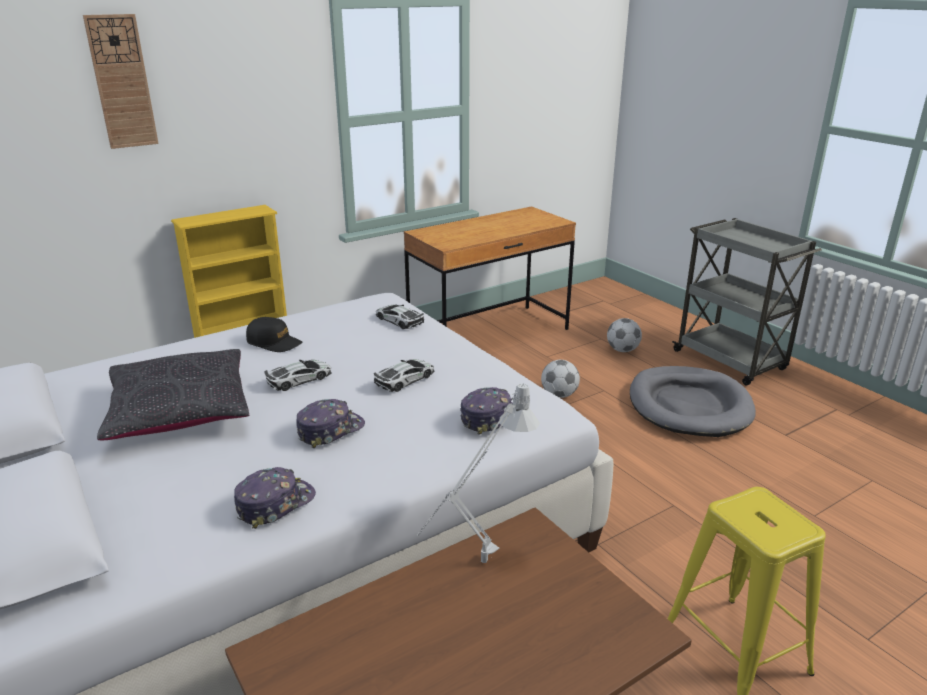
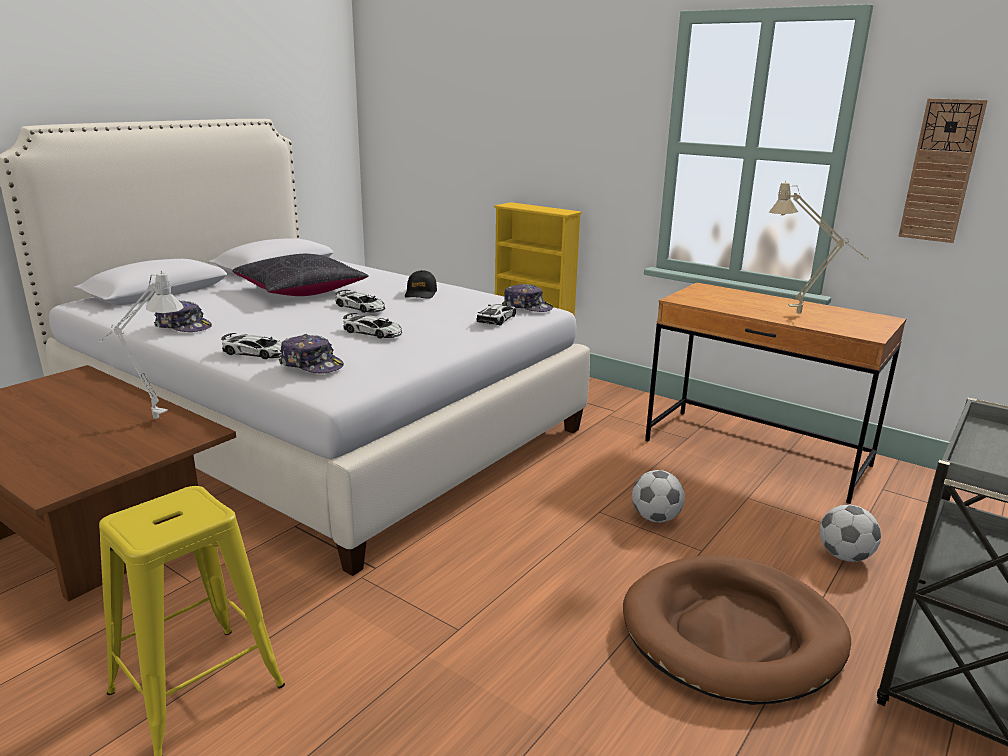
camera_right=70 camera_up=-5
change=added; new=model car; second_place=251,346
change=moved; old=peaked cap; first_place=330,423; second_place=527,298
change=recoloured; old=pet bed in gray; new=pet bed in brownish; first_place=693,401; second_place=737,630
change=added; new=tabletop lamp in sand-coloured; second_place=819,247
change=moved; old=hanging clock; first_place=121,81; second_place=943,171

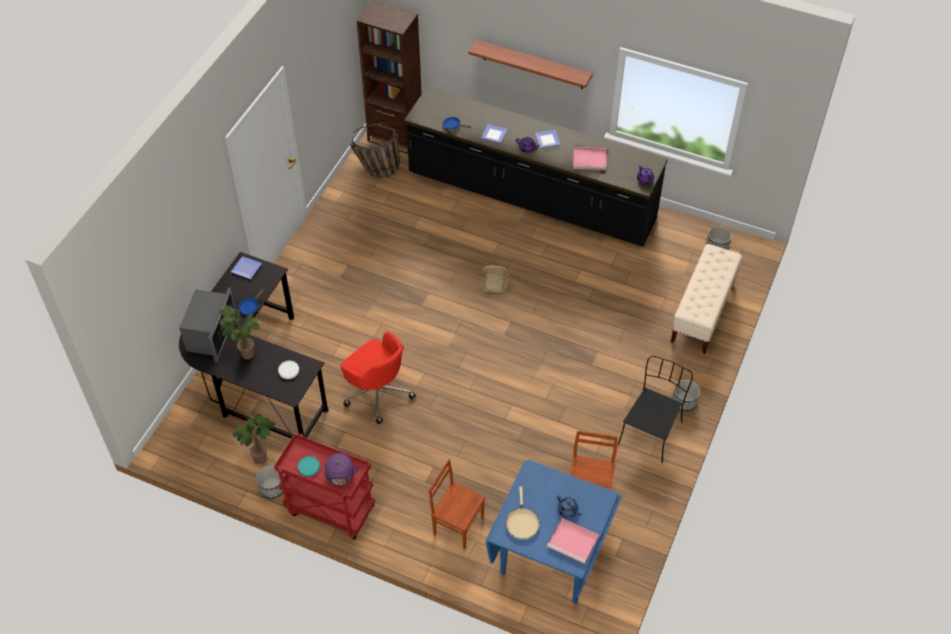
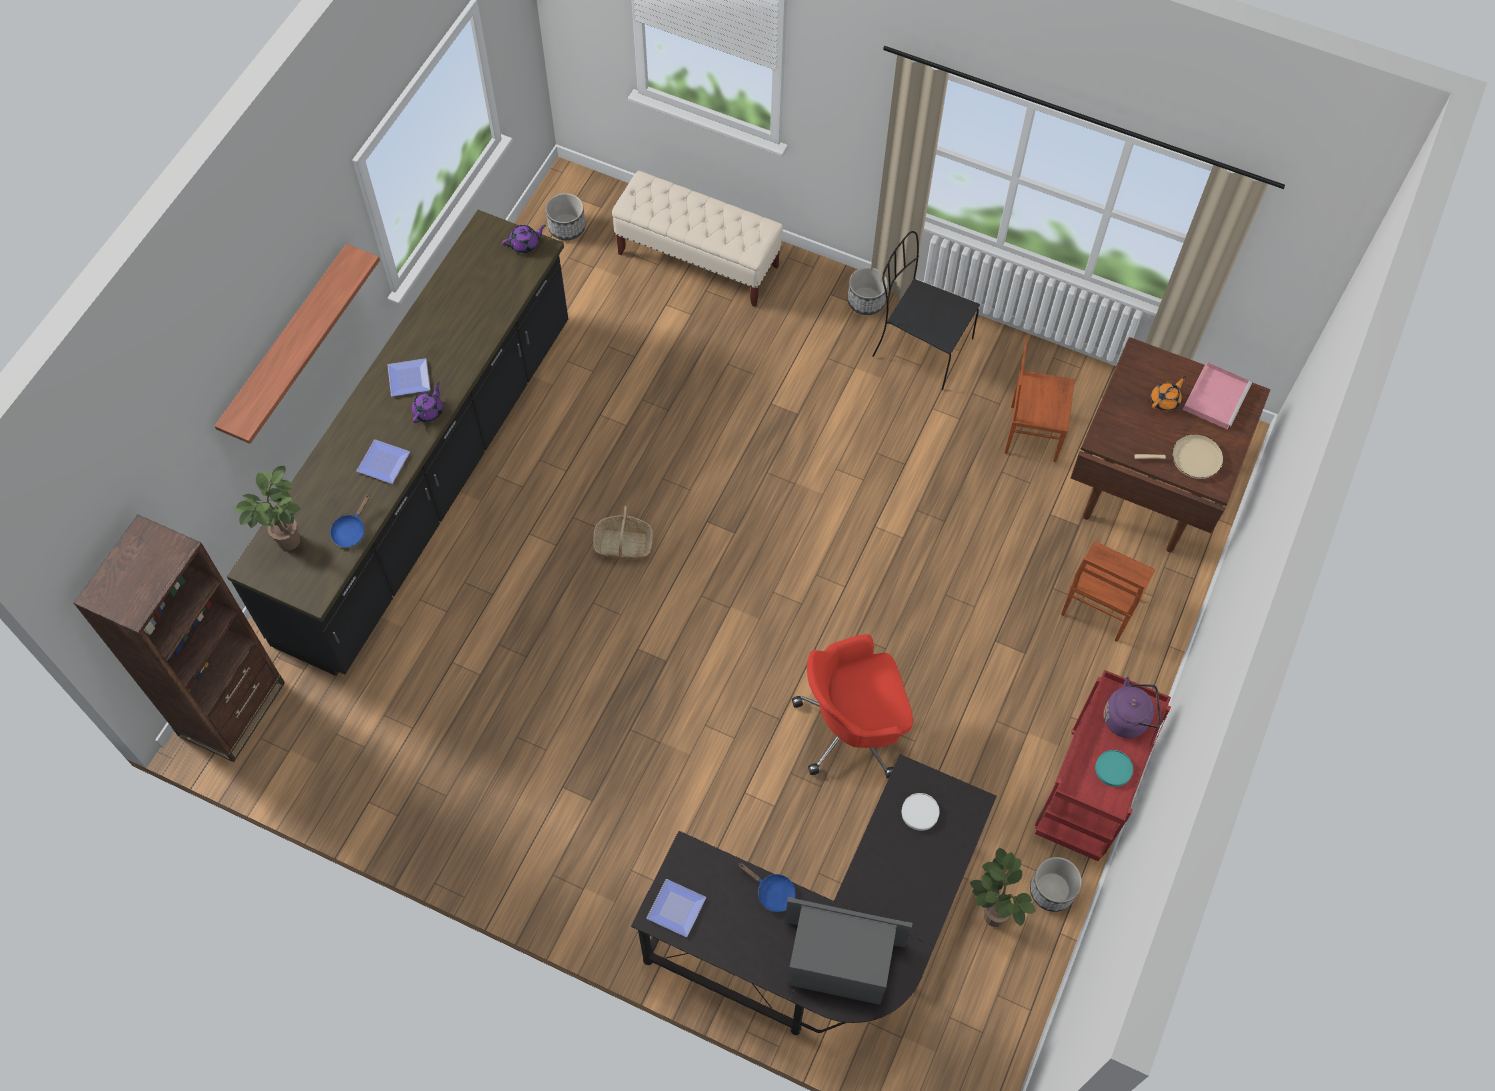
camera_right=-90 camera_up=10
change=moved; old=houseplant; first_place=239,332; second_place=267,508
change=turned; old=desk chair in reddish; first_place=378,377; second_place=852,706; degrees=-150
change=recoloured; old=kitchen table in blue-coloured; new=kitchen table in brownish; first_place=553,531; second_place=1170,445
change=recoloured; old=teapot in blue-coloured; new=teapot in orange-coloured; first_place=569,506; second_place=1168,393
change=removed; old=storage basket; first_place=374,150
change=removed; old=serving tray in pink-coloured; first_place=590,159

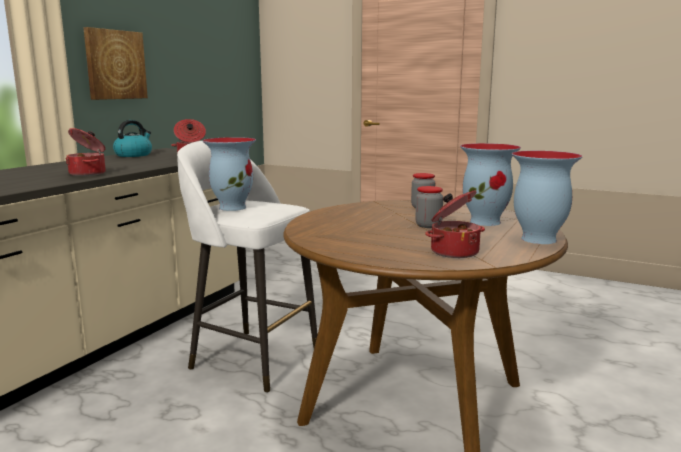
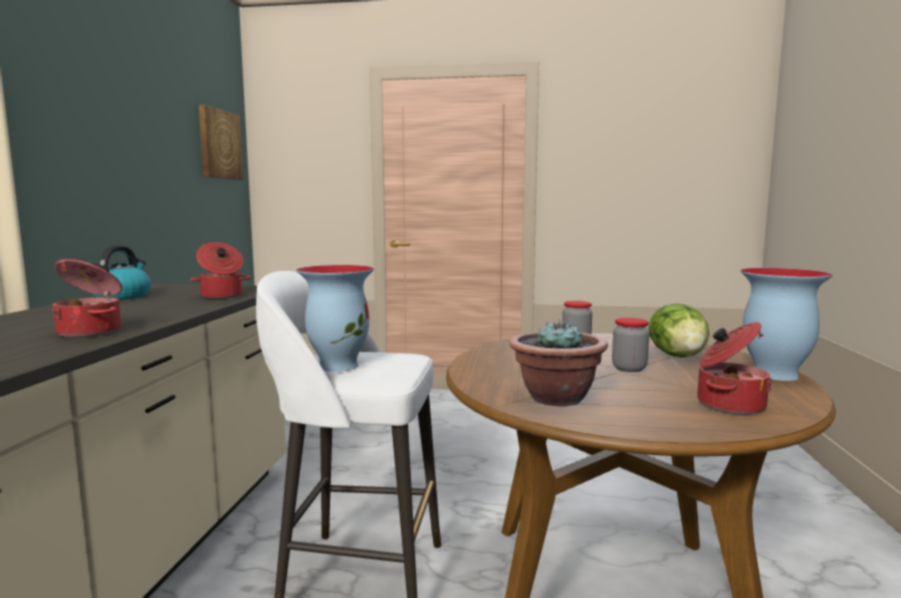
camera_right=-20 camera_up=-5
change=moved; old=wall picture; first_place=115,63; second_place=221,142
change=added; new=houseplant; second_place=558,362
change=replaced; old=vase; new=lettuce head; first_place=490,184; second_place=679,330

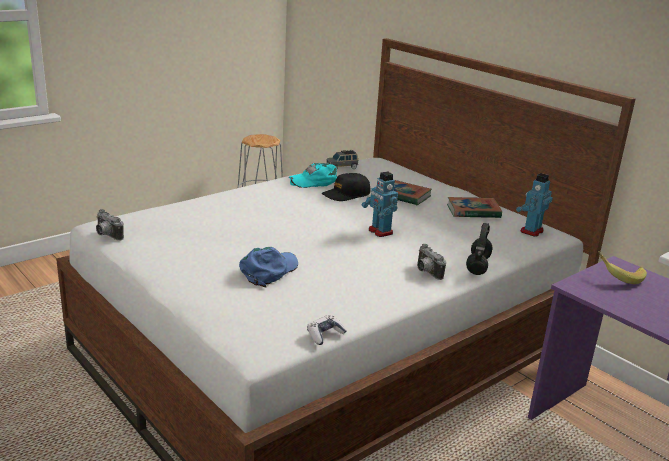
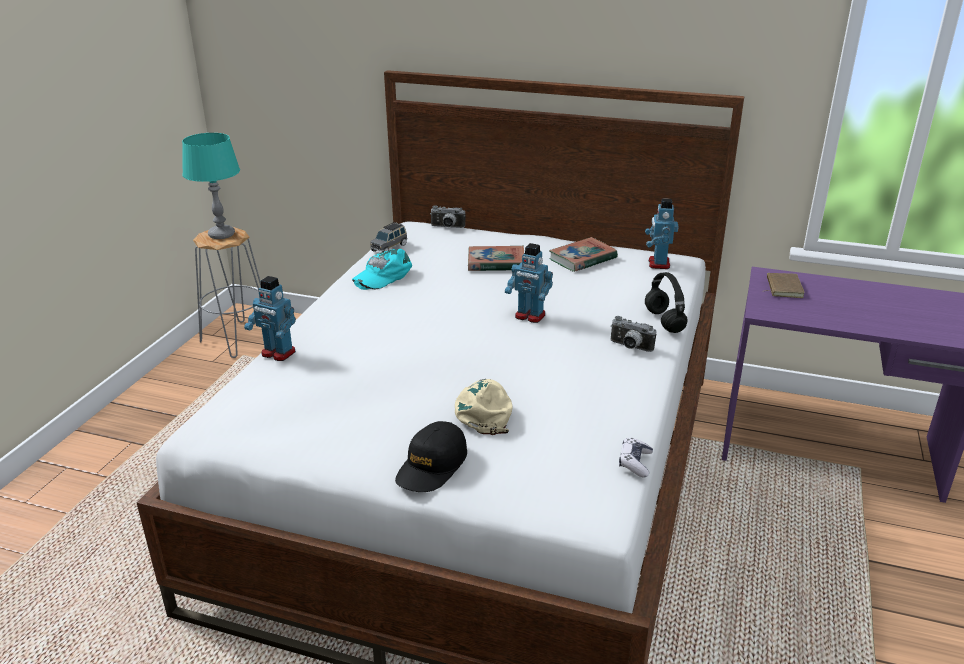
camera_right=-30 camera_up=5
change=added; new=tabletop lamp in turquoise; second_place=211,186
change=added; new=toy robot; second_place=270,318
change=moved; old=peaked cap in blackish; first_place=346,187; second_place=431,456
change=moved; old=photo camera; first_place=110,225; second_place=448,216
change=recoloured; old=peaked cap in blue-coloured; new=peaked cap in sand-coloured; first_place=268,267; second_place=484,407
change=replaced; old=banana fruit; new=bound book in brownish; first_place=622,267; second_place=785,285

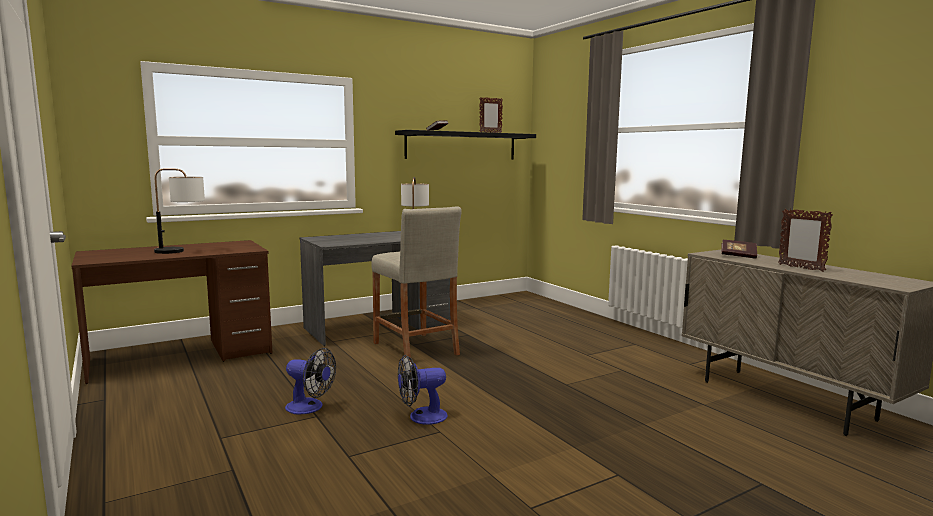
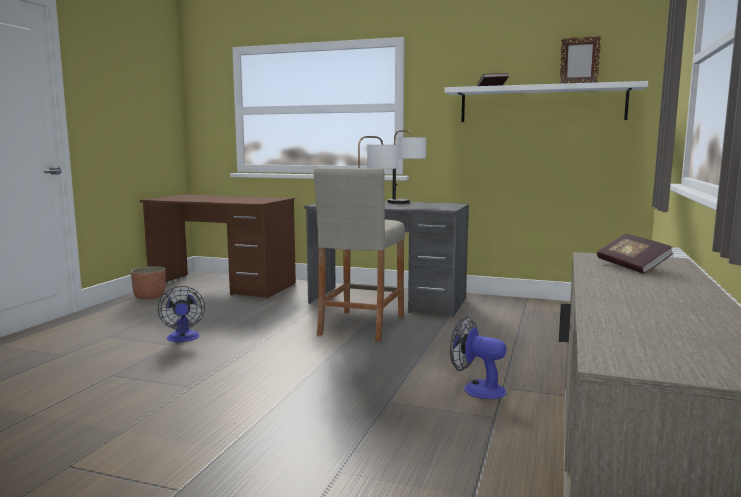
camera_right=50 camera_up=0
change=added; new=planter; second_place=148,283
change=moved; old=tabletop lamp; first_place=179,211; second_place=407,167
change=recoloured; old=shelf in blackish; new=shelf in white-coloured; first_place=465,145; second_place=546,101
change=moved; old=cooling fan; first_place=423,390; second_place=478,357
change=removed; old=photo frame; first_place=805,240

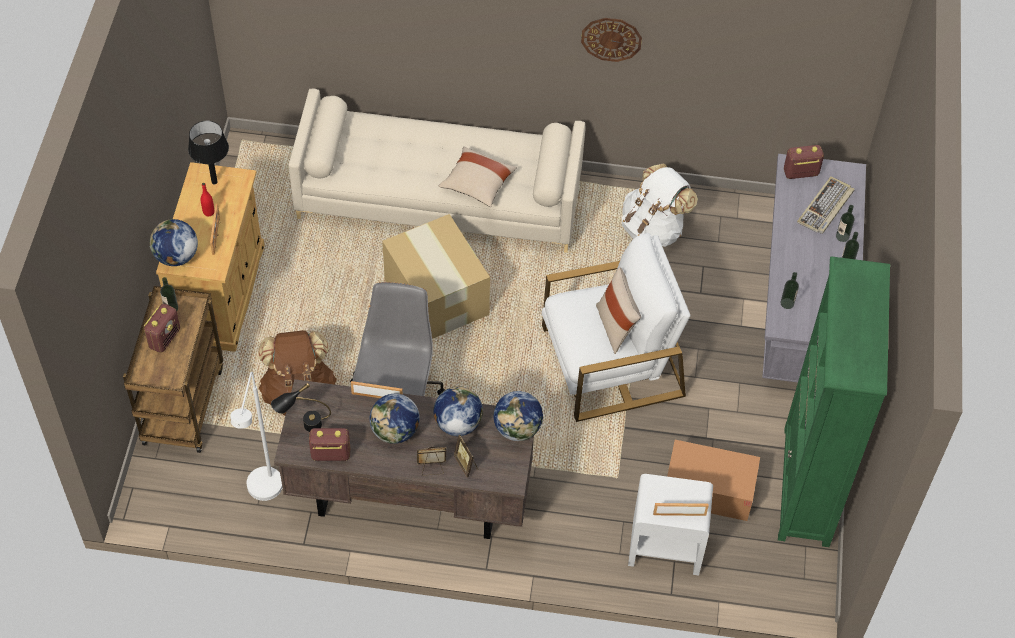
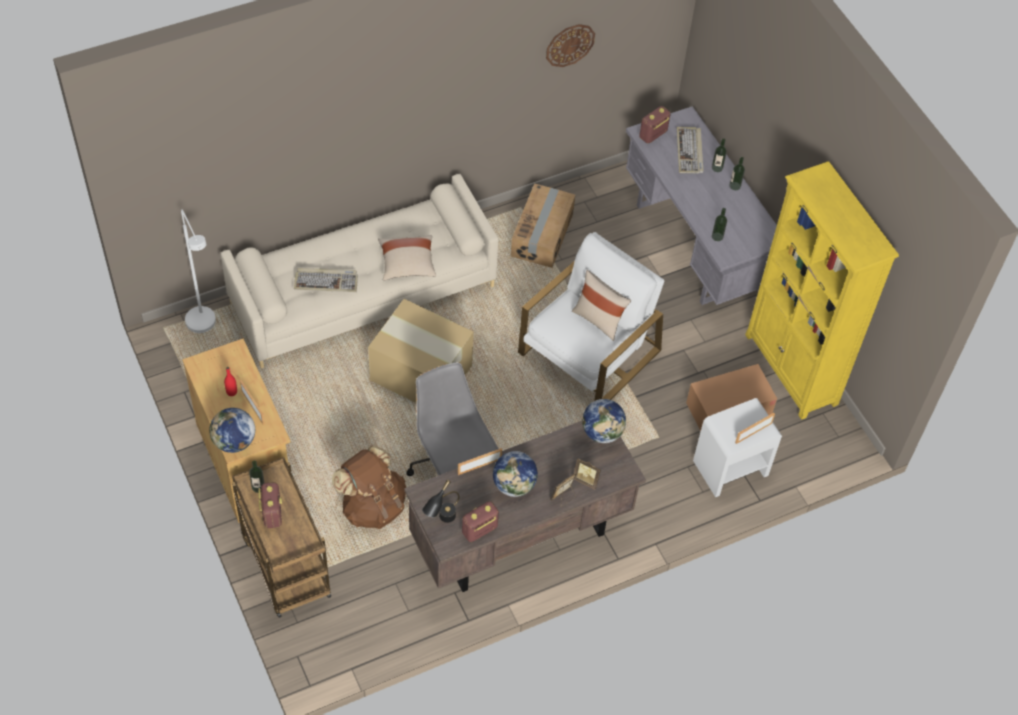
camera_right=-35 camera_up=0
change=moved; old=floor lamp in white-coloured; first_place=256,436; second_place=198,271
change=added; new=keyboard; second_place=326,280
change=replaced; old=backpack in white-coloured; new=carton; first_place=660,205; second_place=543,225
change=moved; old=hanging clock; first_place=611,40; second_place=570,45
change=recoloured; old=bookshelf in greenish; new=bookshelf in yellow; first_place=834,401; second_place=822,290
change=removed; old=tabletop lamp in blackish; first_place=208,152
change=removed; old=globe; first_place=458,411

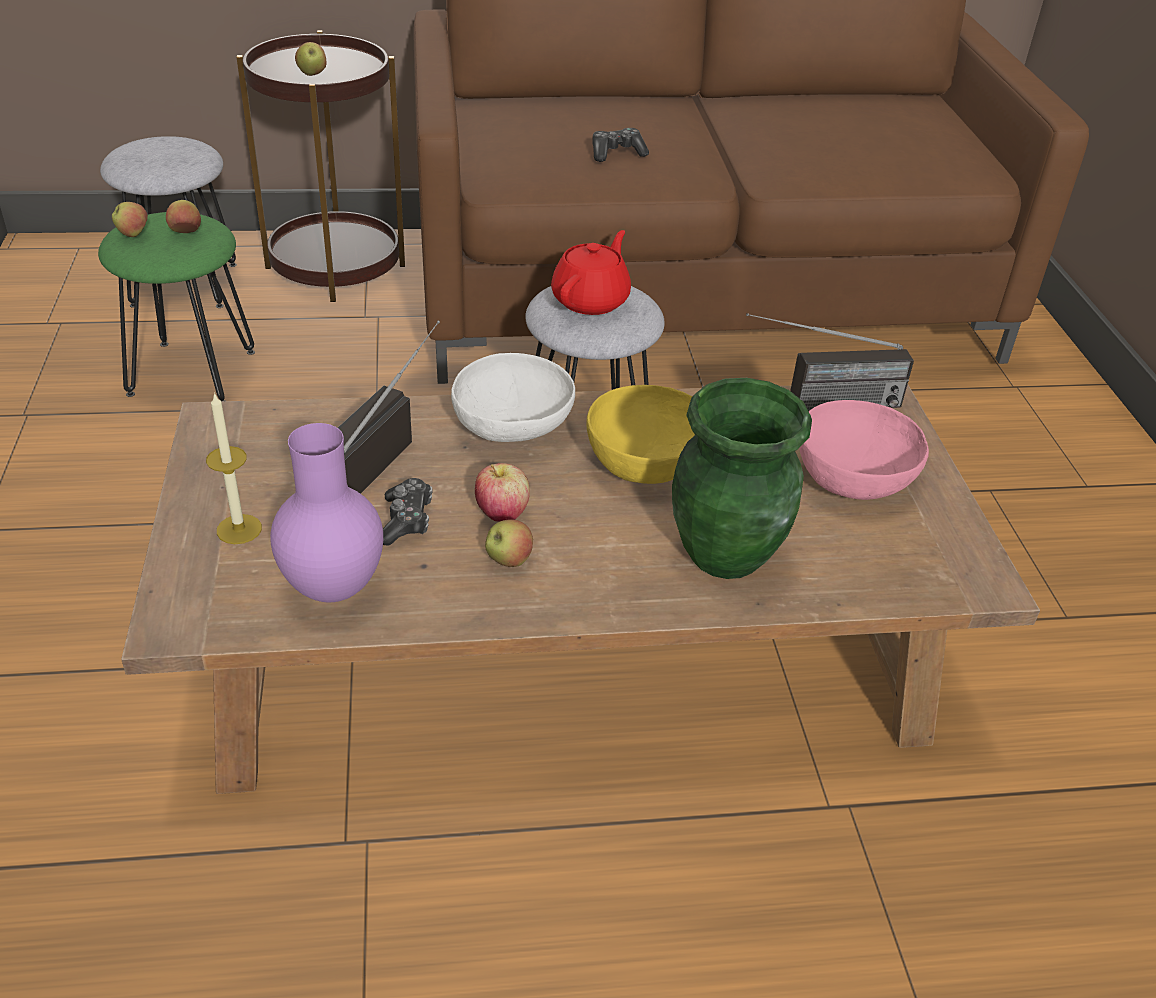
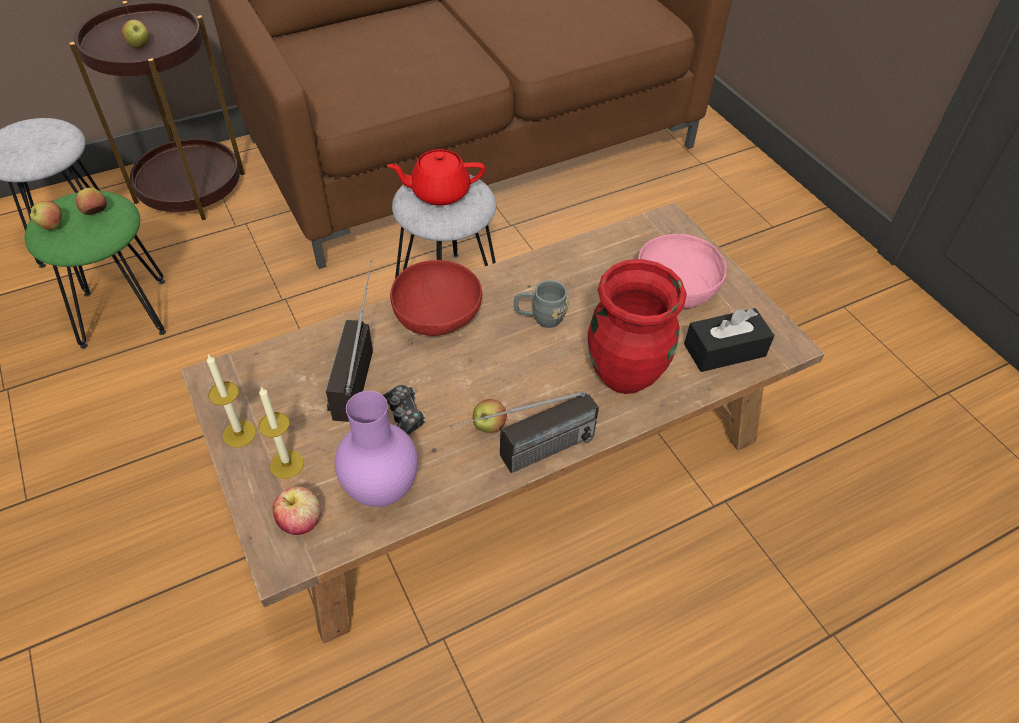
camera_right=-20 camera_up=10
change=added; new=candle; second_place=231,401
change=moved; old=apple fruit; first_place=502,492; second_place=297,510
change=turned; old=teapot in reddish; first_place=591,272; second_place=436,177; degrees=-105
change=recoloured; old=serving bowl in white-coloured; new=serving bowl in reddish; first_place=513,397; second_place=436,298
change=moved; old=radio set; first_place=830,362; second_place=524,432
change=replaced; old=serving bowl in yellow; new=tea mug in gray; first_place=640,434; second_place=541,304
change=recoloured; old=vase in greenish; new=vase in reddish; first_place=742,478; second_place=637,326
change=added; new=tissue holder in blackish; second_place=729,340
change=removed; old=joypad; first_place=620,145

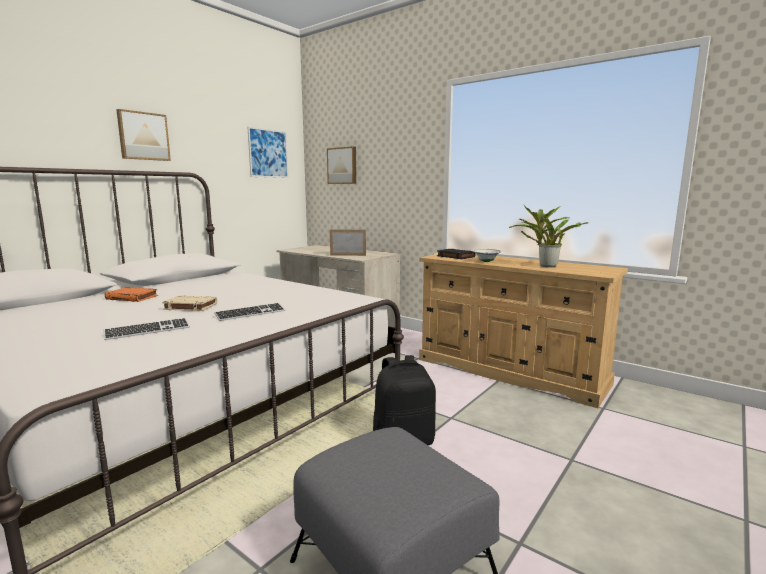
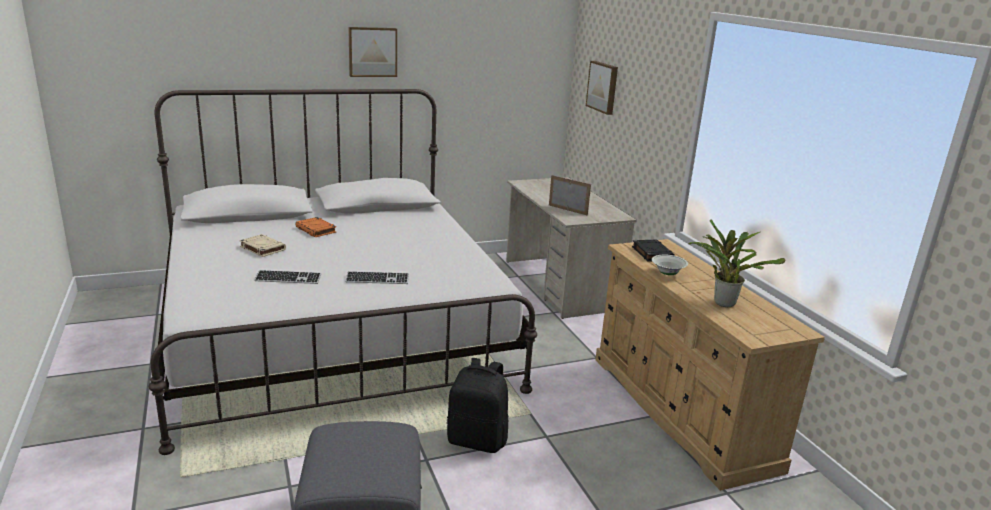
camera_right=30 camera_up=10
change=moved; old=bound book in sand-coloured; first_place=189,303; second_place=262,245
change=removed; old=wall picture; first_place=268,152

